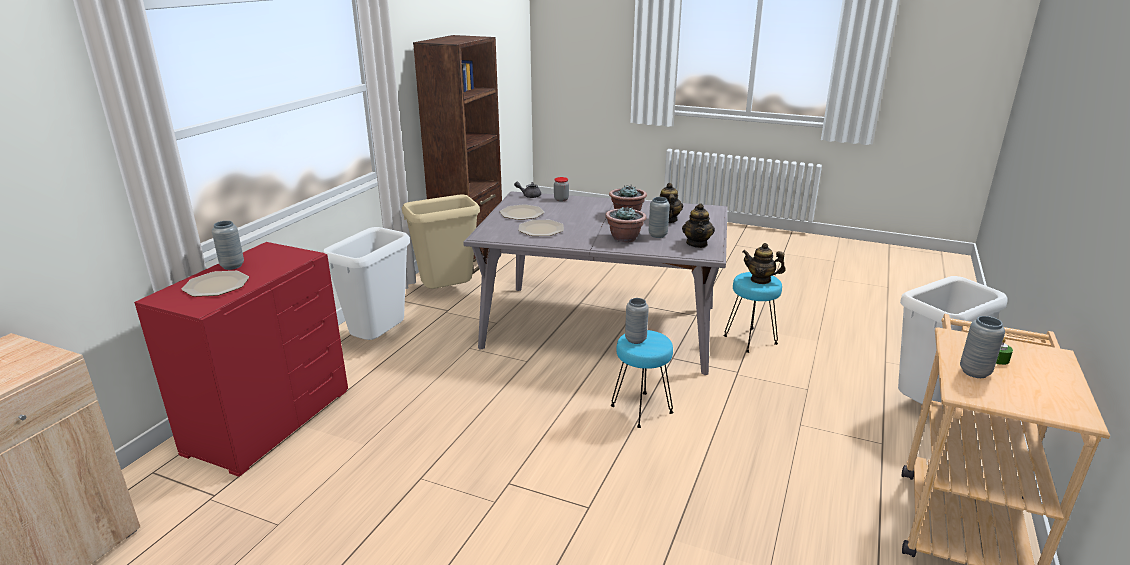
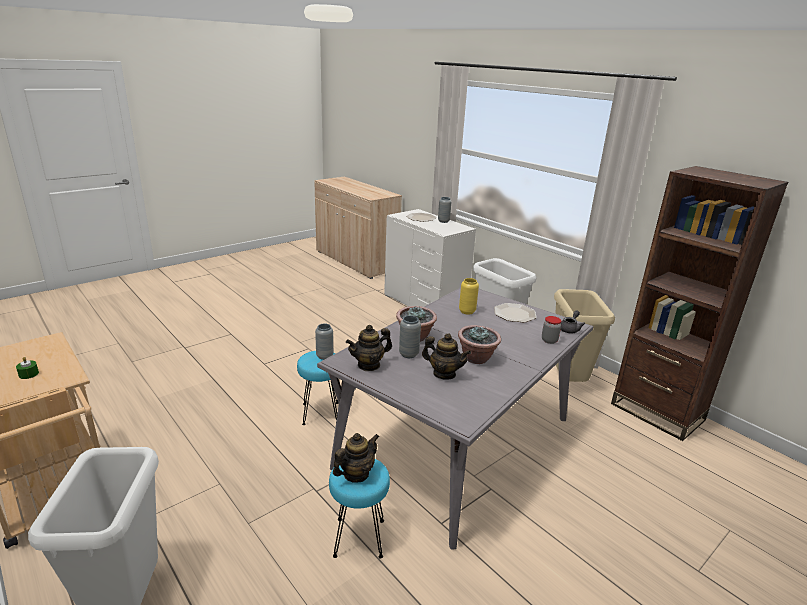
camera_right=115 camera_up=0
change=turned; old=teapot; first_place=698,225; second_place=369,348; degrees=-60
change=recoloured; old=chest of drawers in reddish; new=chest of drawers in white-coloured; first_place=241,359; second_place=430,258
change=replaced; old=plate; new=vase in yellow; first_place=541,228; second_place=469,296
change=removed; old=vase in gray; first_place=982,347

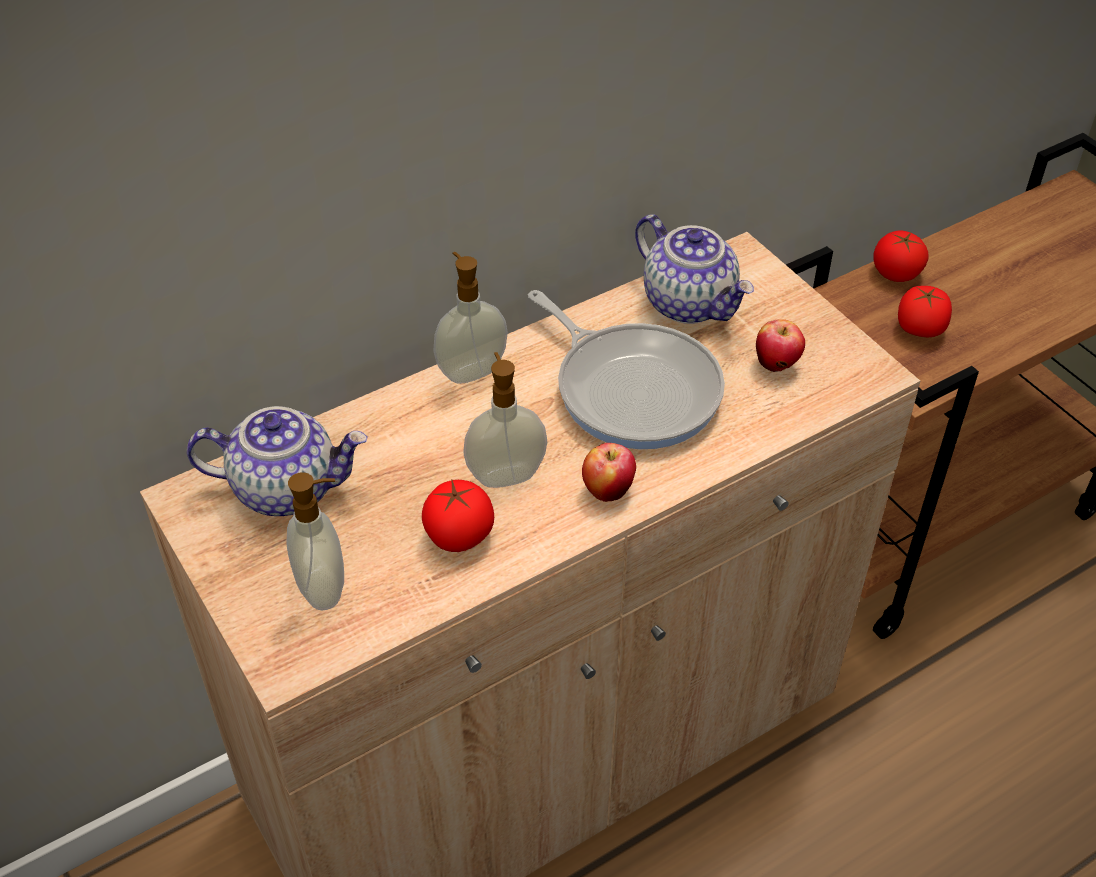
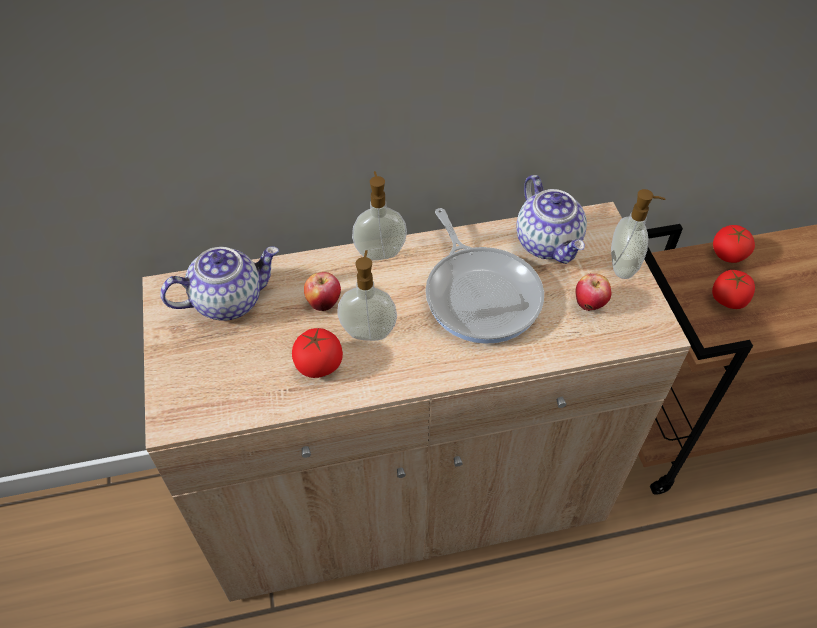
camera_right=20 camera_up=5
change=turned; old=teapot; first_place=277,461; second_place=219,283; degrees=-45
change=moved; old=apple fruit; first_place=609,472; second_place=322,291
change=moved; old=soap bottle; first_place=315,541; second_place=638,234

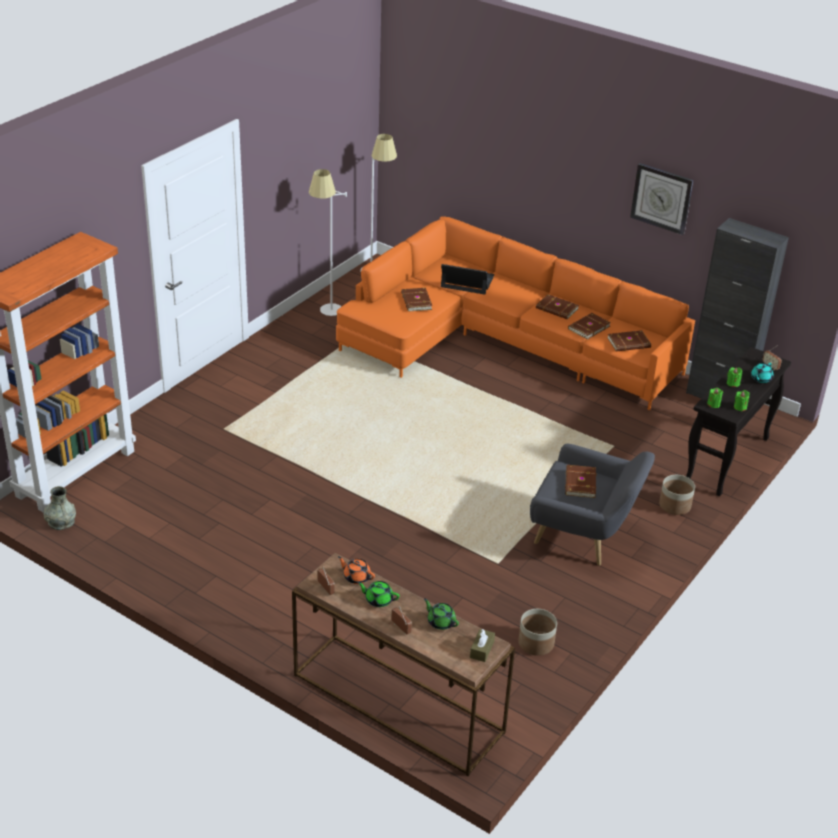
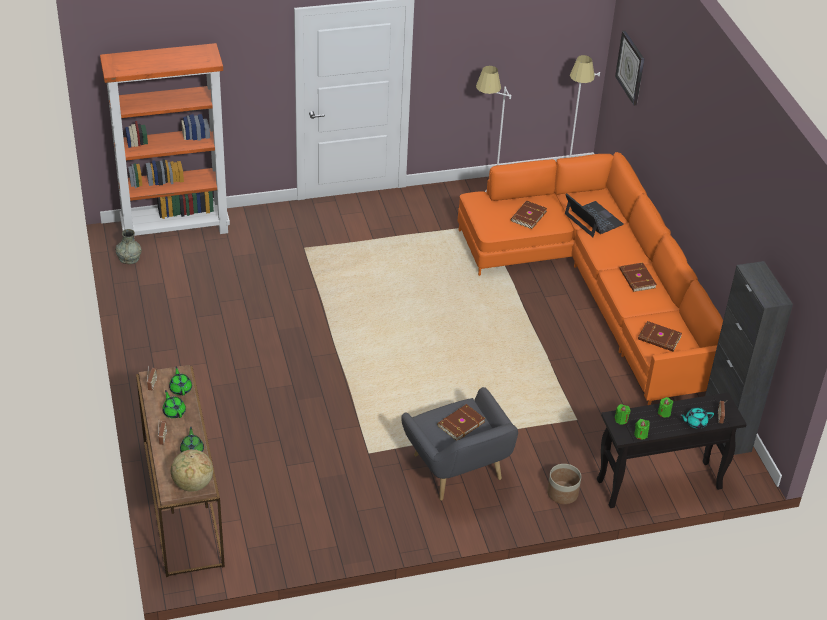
camera_right=40 camera_up=5
change=recoloured; old=teapot in orange-coloured; new=teapot in greenish; first_place=356,570; second_place=180,380
change=replaced; old=tissue holder in brownish; new=globe; first_place=482,645; second_place=192,470
change=moved; old=hanging clock; first_place=662,199; second_place=629,68
change=removed; old=planter; first_place=537,632
change=removed; old=bound book in brownish; first_place=589,326

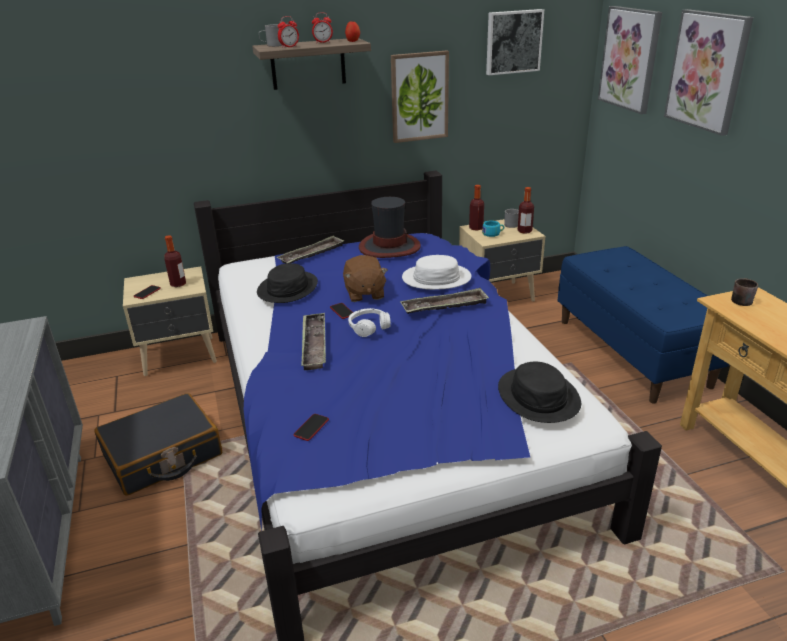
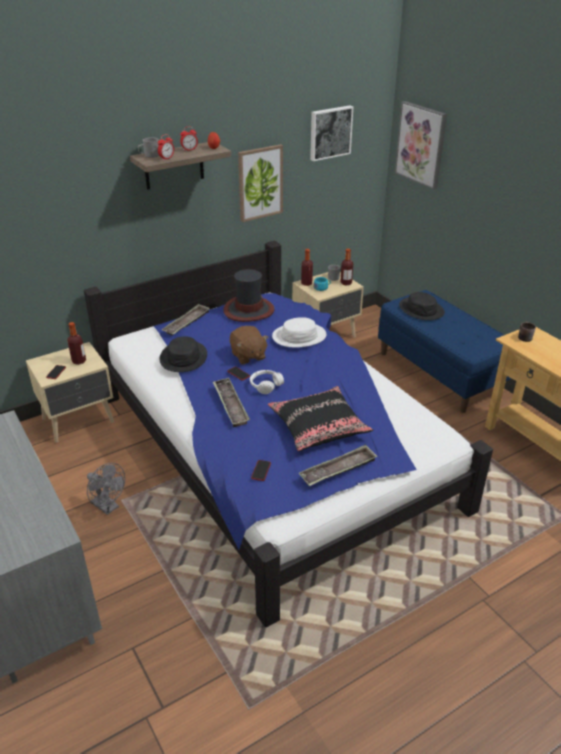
camera_right=-15 camera_up=5
change=replaced; old=suitcase in blackish; new=cooling fan in gray; first_place=158,444; second_place=106,489
change=added; new=cushion in blackish; second_place=320,418
change=moved; old=serving tray; first_place=444,301; second_place=338,465
change=moved; old=clothing hat in blackish; first_place=539,392; second_place=422,306
change=removed; old=wall picture; first_place=708,72

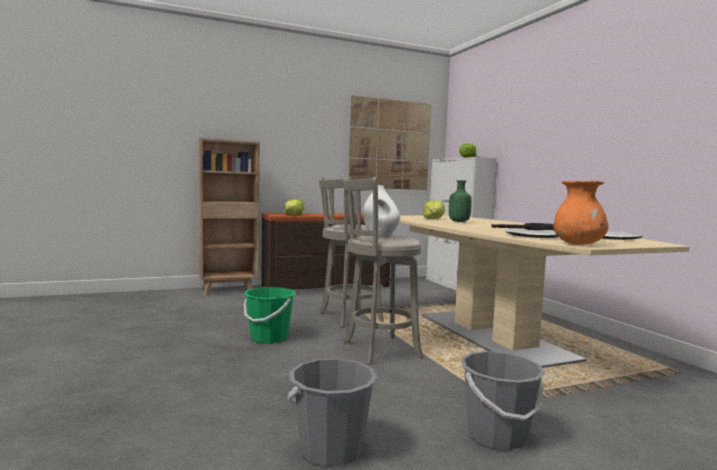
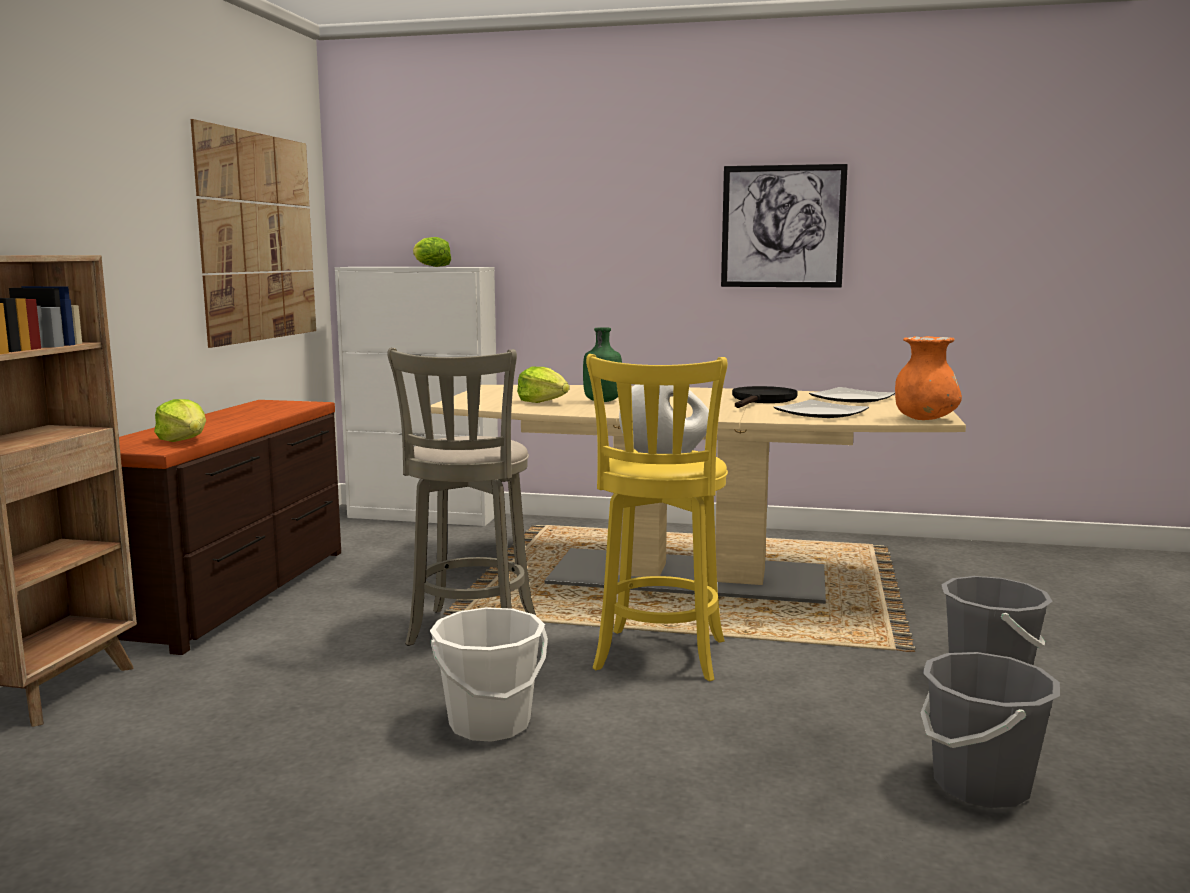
camera_right=-55 camera_up=5
change=recoloured; old=water bucket in greenish; new=water bucket in white-coloured; first_place=270,315; second_place=489,674
change=recoloured; old=stool seat in gray; new=stool seat in yellow; first_place=383,271; second_place=657,517
change=added; new=wall picture; second_place=784,226

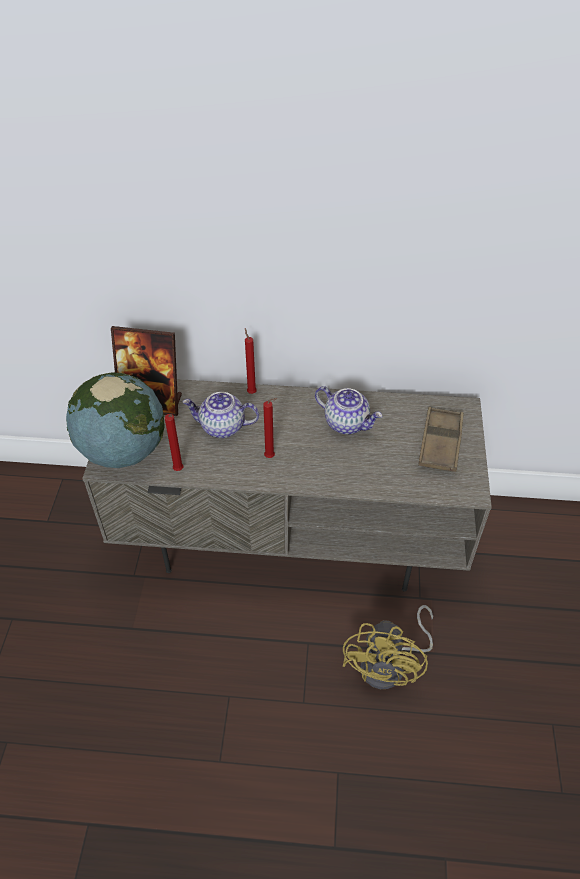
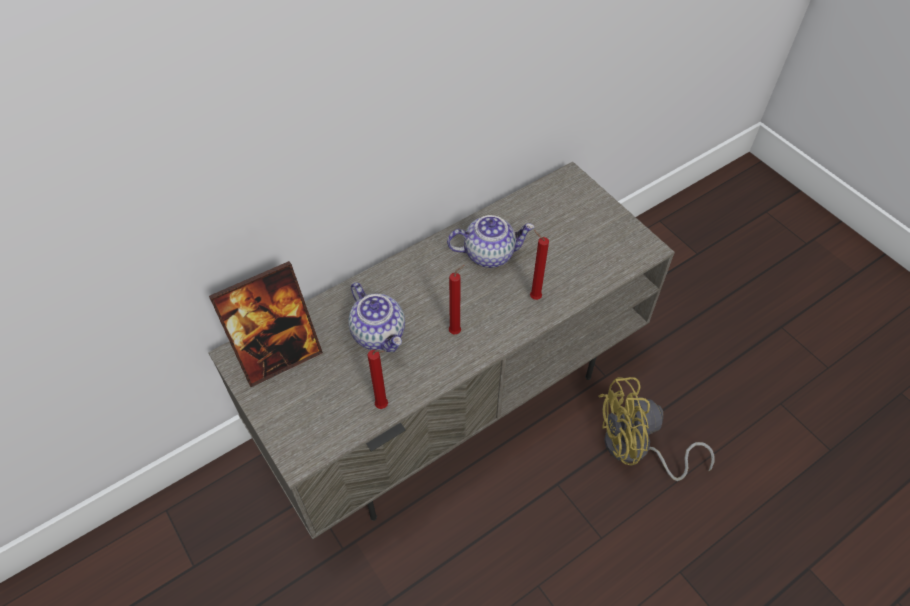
camera_right=-40 camera_up=5
change=turned; old=teapot; first_place=221,415; second_place=376,317; degrees=-90
change=moved; old=candle in reddish; first_place=251,361; second_place=539,265
change=turned; old=cooling fan in yellow; first_place=388,647; second_place=656,429; degrees=105
change=removed; old=globe; first_place=115,420
change=removed; old=serving tray in brownish; first_place=441,439

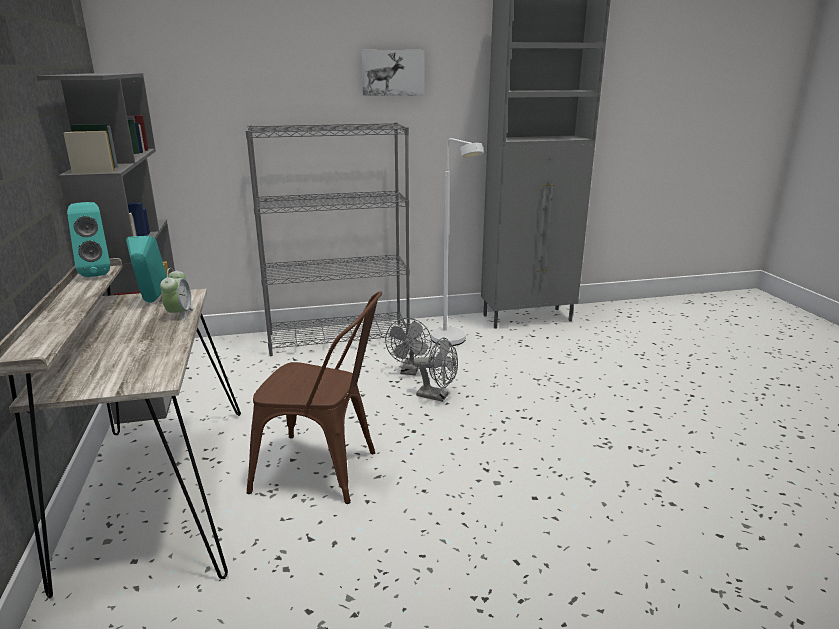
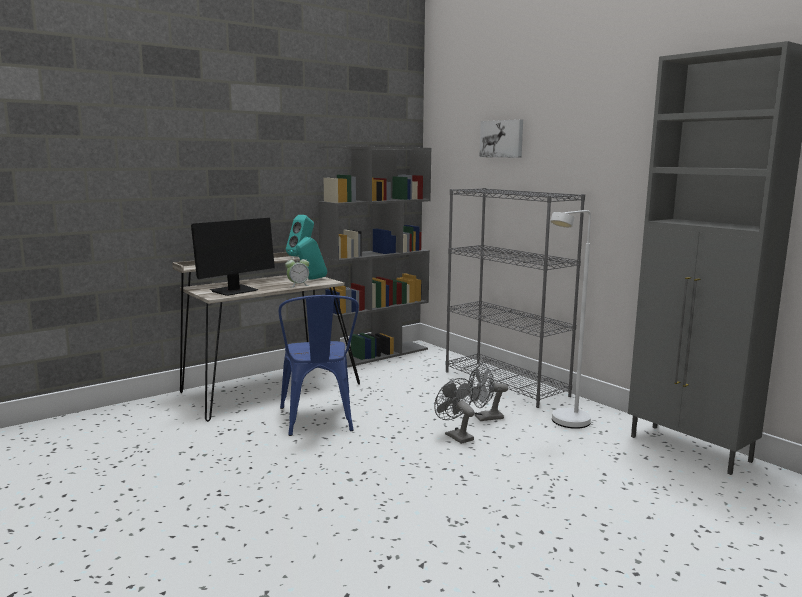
camera_right=65 camera_up=-10
change=added; new=computer display; second_place=233,257
change=recoloured; old=upright chair in brownish; new=upright chair in blue-coloured; first_place=314,397; second_place=318,365
change=turned; old=cooling fan in gray; first_place=435,369; second_place=454,411; degrees=150
change=moved; old=wall picture; first_place=392,73; second_place=501,138

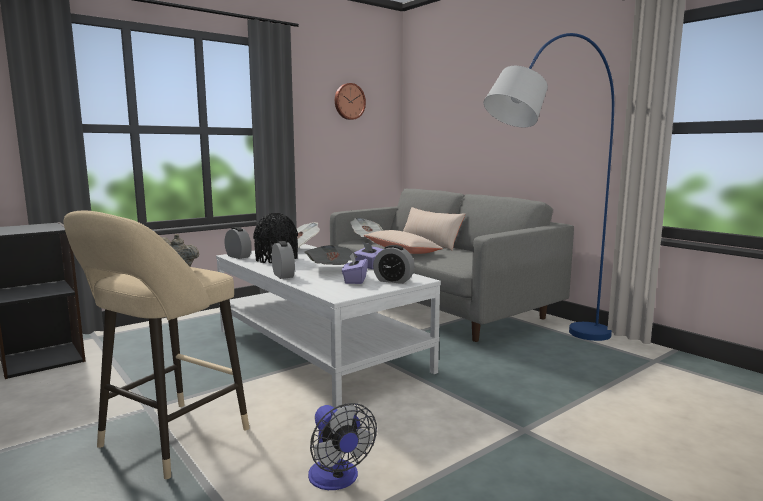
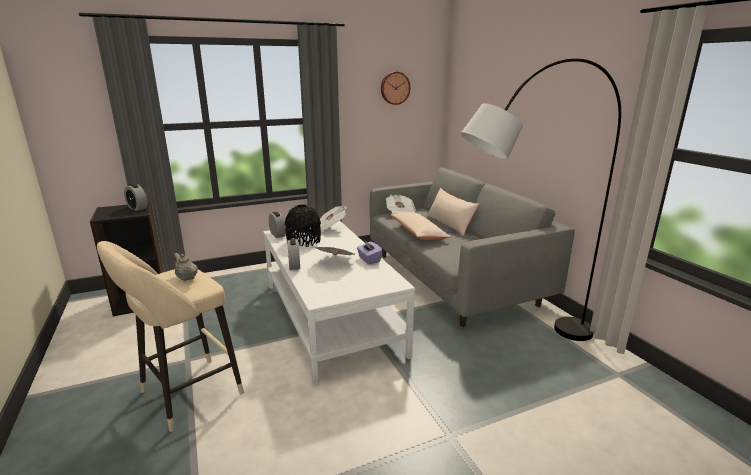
camera_right=15 camera_up=10
change=moved; old=alarm clock; first_place=394,264; second_place=136,197
change=recoloured; old=floor lamp in blue-coloured; new=floor lamp in gray; first_place=549,187; second_place=540,199
change=removed; old=cooling fan; first_place=342,446
change=removed; old=tissue holder in purple; first_place=355,268

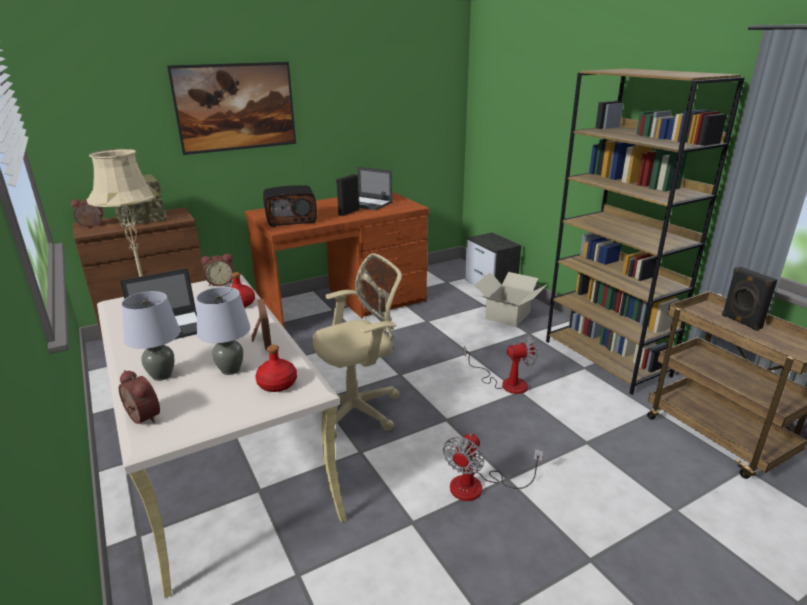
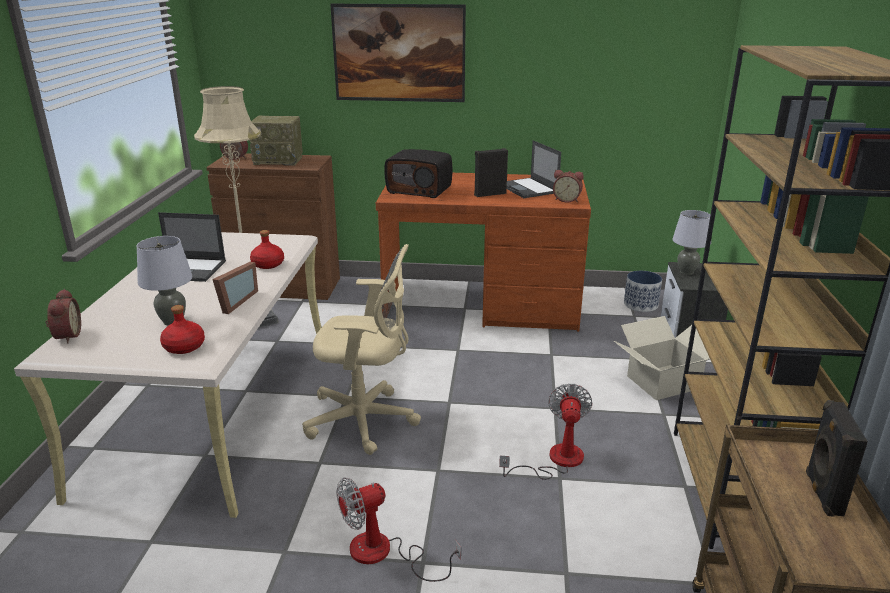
camera_right=35 camera_up=0
change=turned; old=cooling fan; first_place=501,364; second_place=545,431; degrees=-105
change=moved; old=alarm clock; first_place=217,270; second_place=568,186
change=added; new=planter; second_place=643,291
change=moved; old=tabletop lamp in gray; first_place=150,336; second_place=691,242

